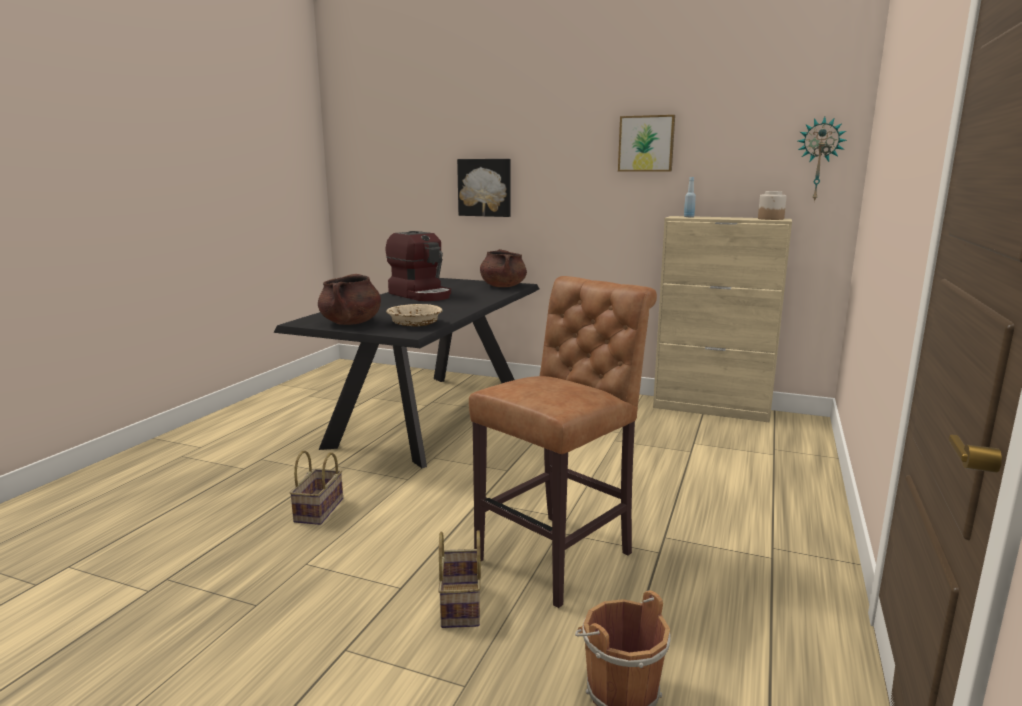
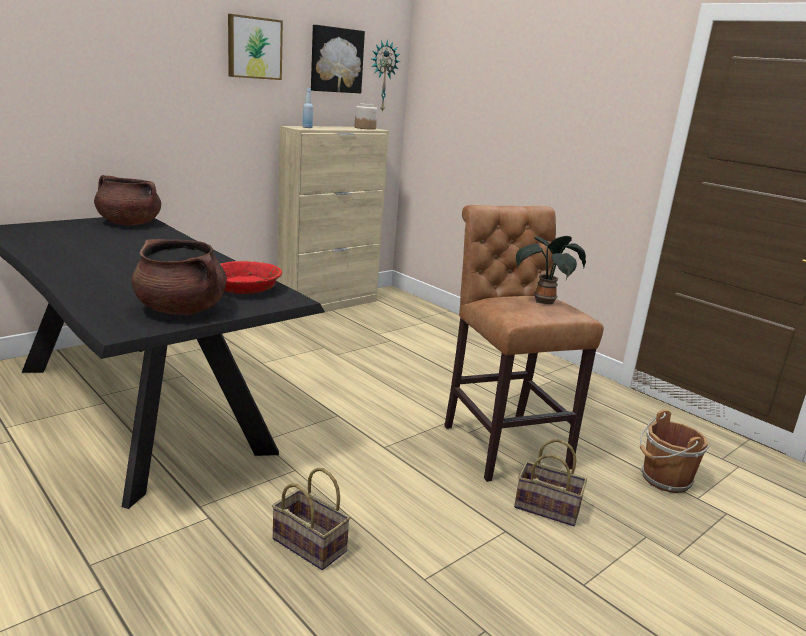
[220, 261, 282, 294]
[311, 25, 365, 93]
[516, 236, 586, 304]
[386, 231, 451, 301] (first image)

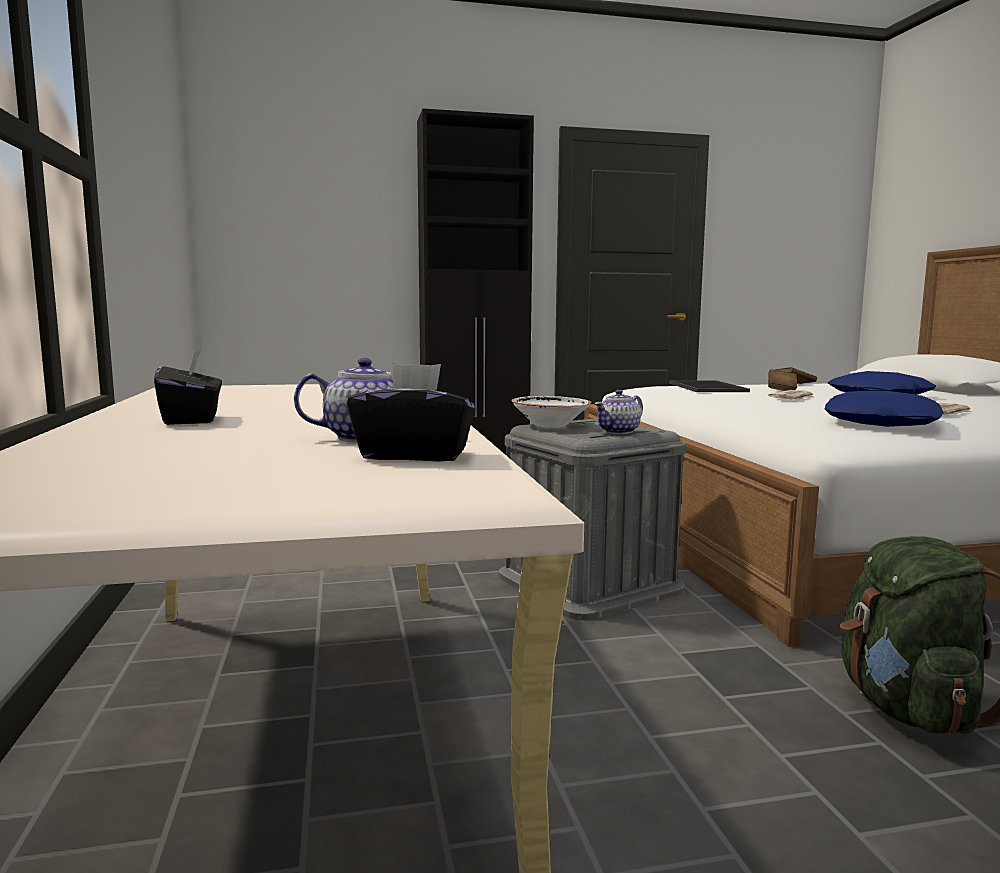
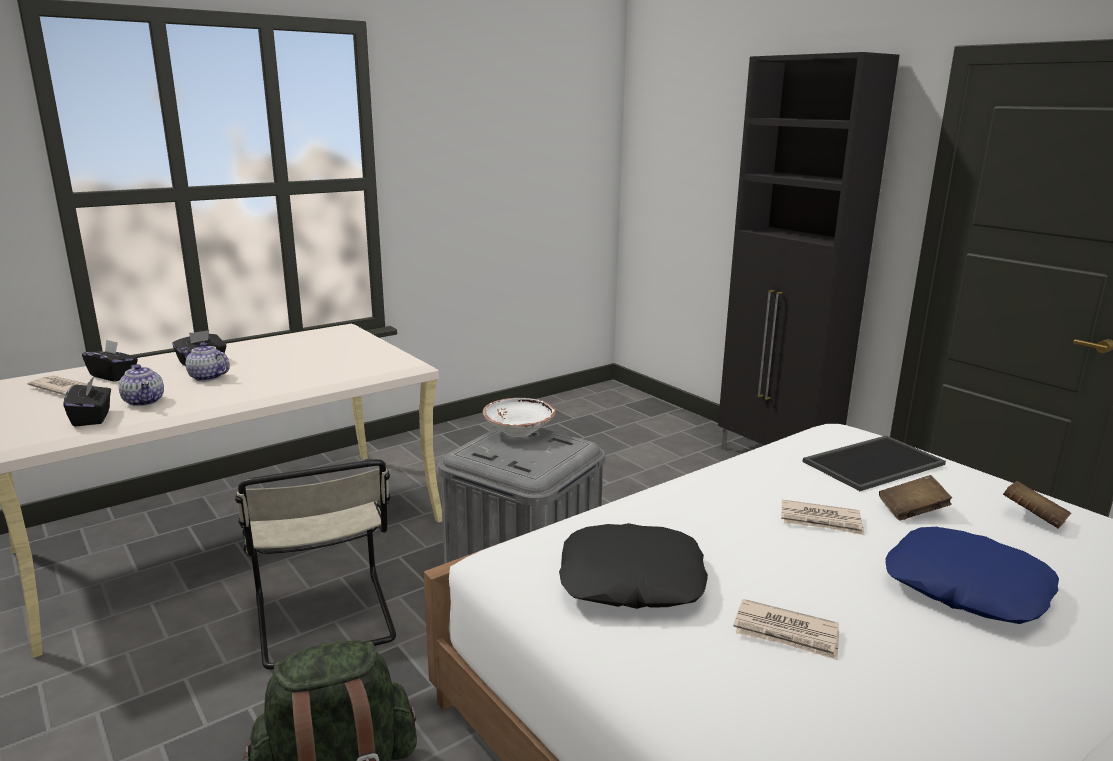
[27, 375, 95, 395]
[82, 339, 138, 382]
[181, 342, 230, 381]
[235, 459, 396, 670]
[559, 523, 708, 609]

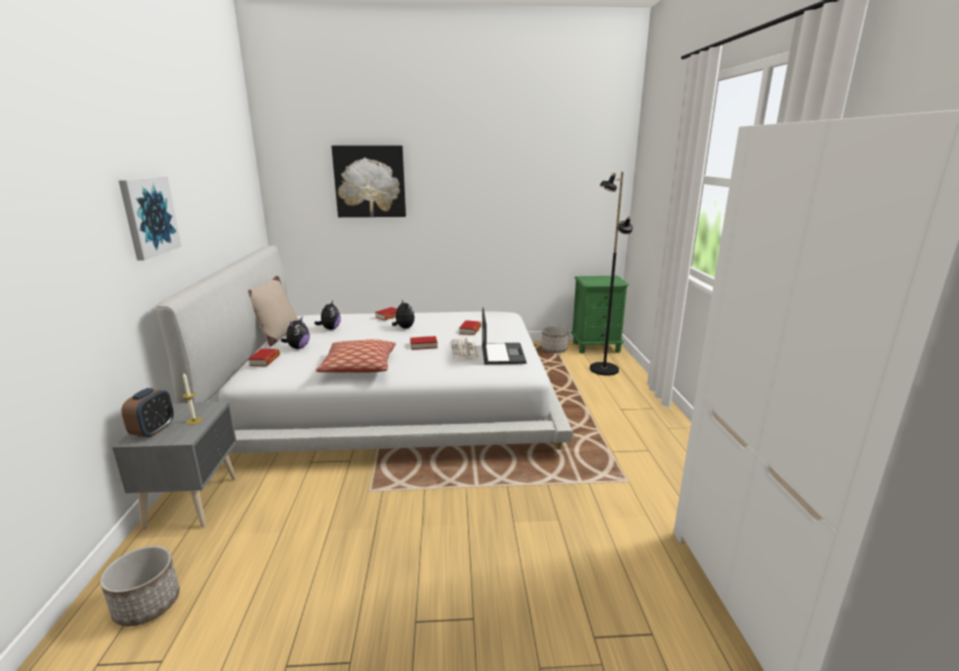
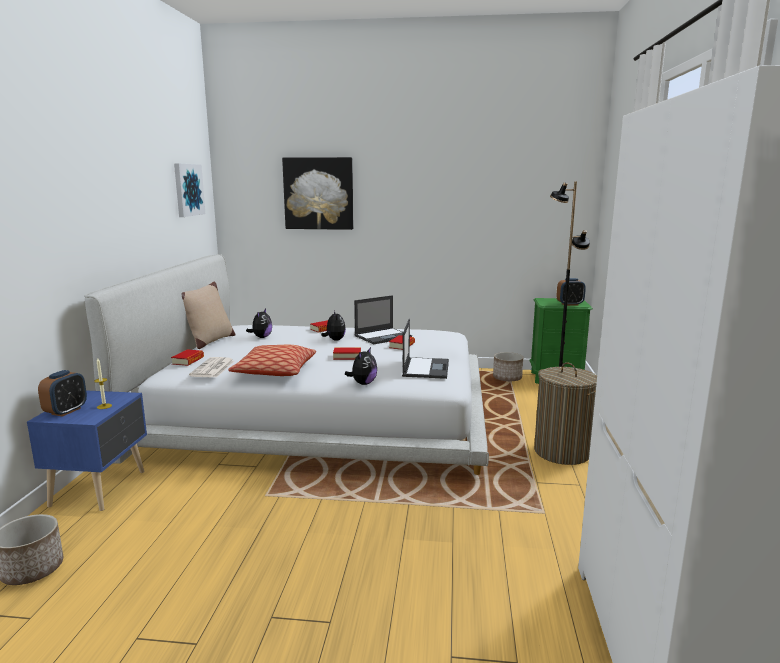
[27, 390, 147, 511]
[174, 163, 205, 217]
[189, 357, 234, 378]
[345, 347, 377, 385]
[354, 295, 412, 344]
[534, 362, 597, 465]
[556, 278, 586, 306]

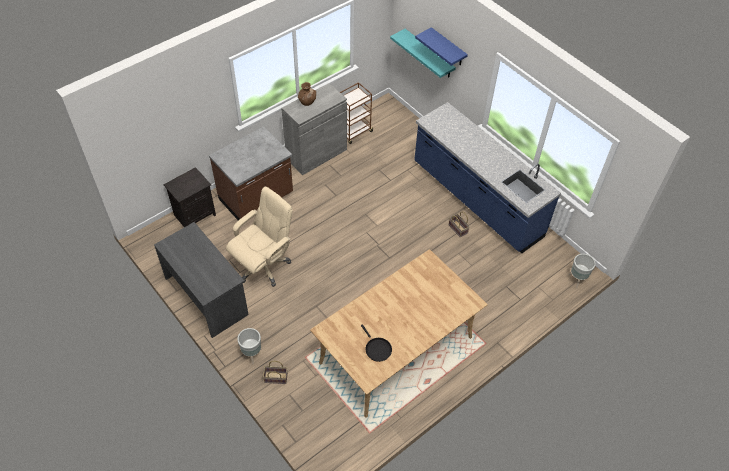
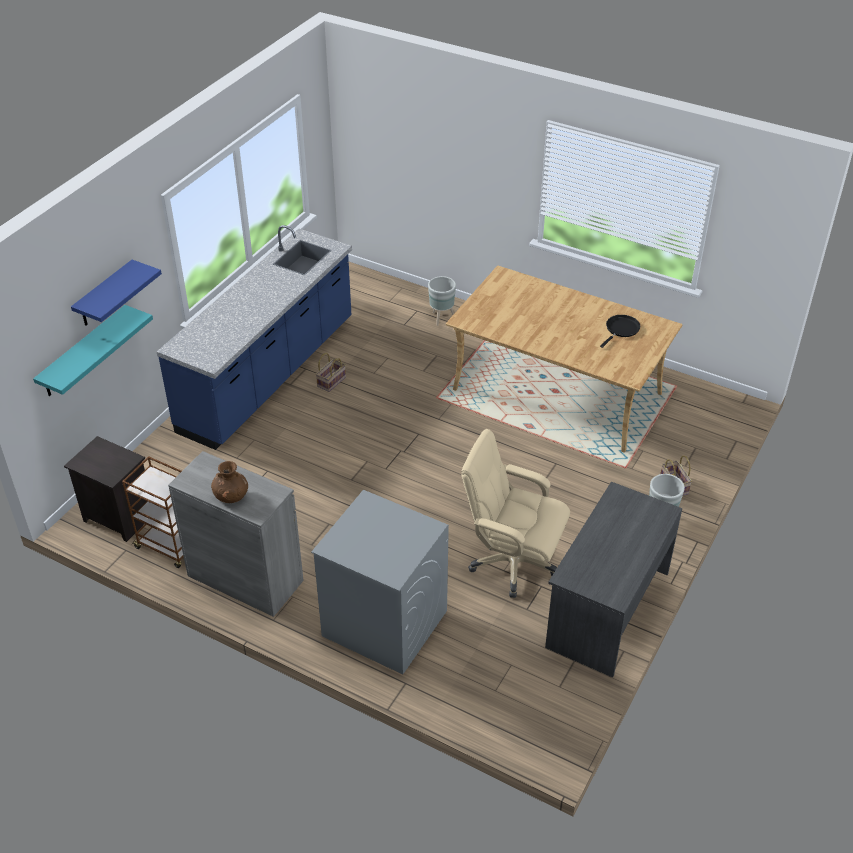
[64, 436, 146, 542]
[311, 490, 449, 674]
[428, 276, 456, 326]

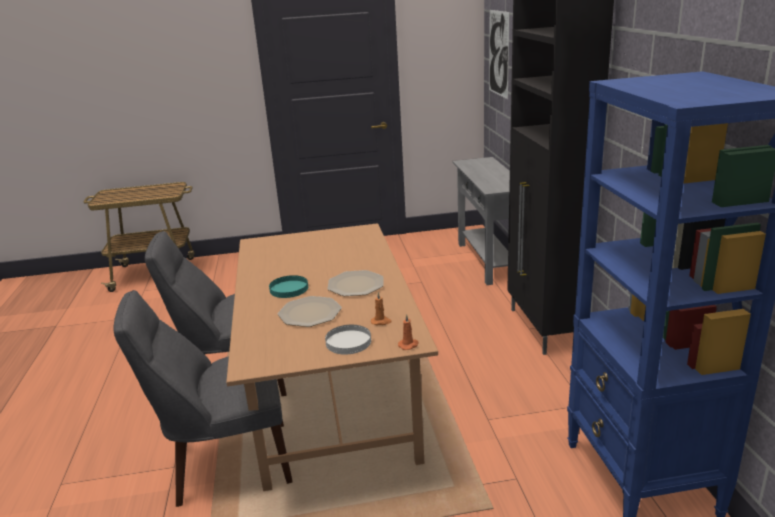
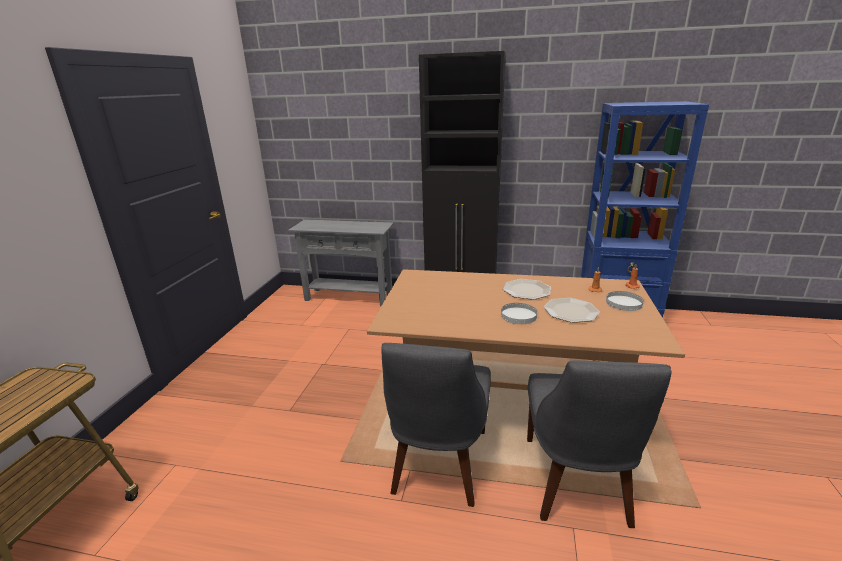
[501, 303, 537, 324]
[489, 10, 509, 99] (first image)

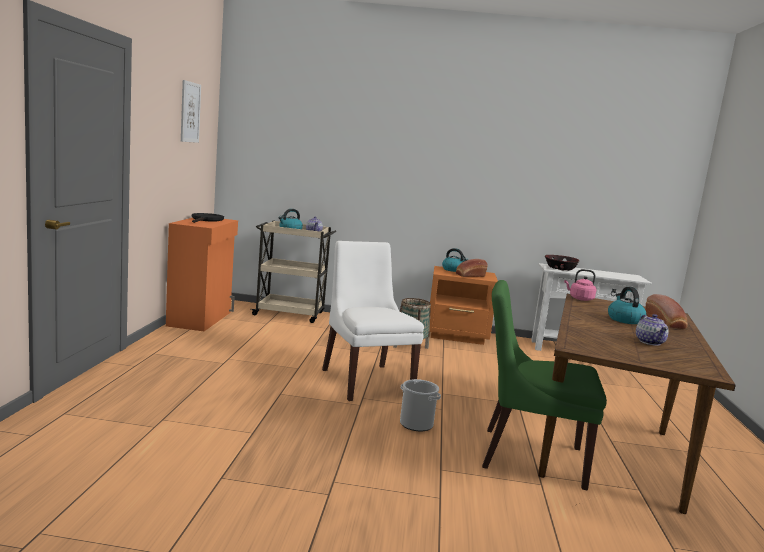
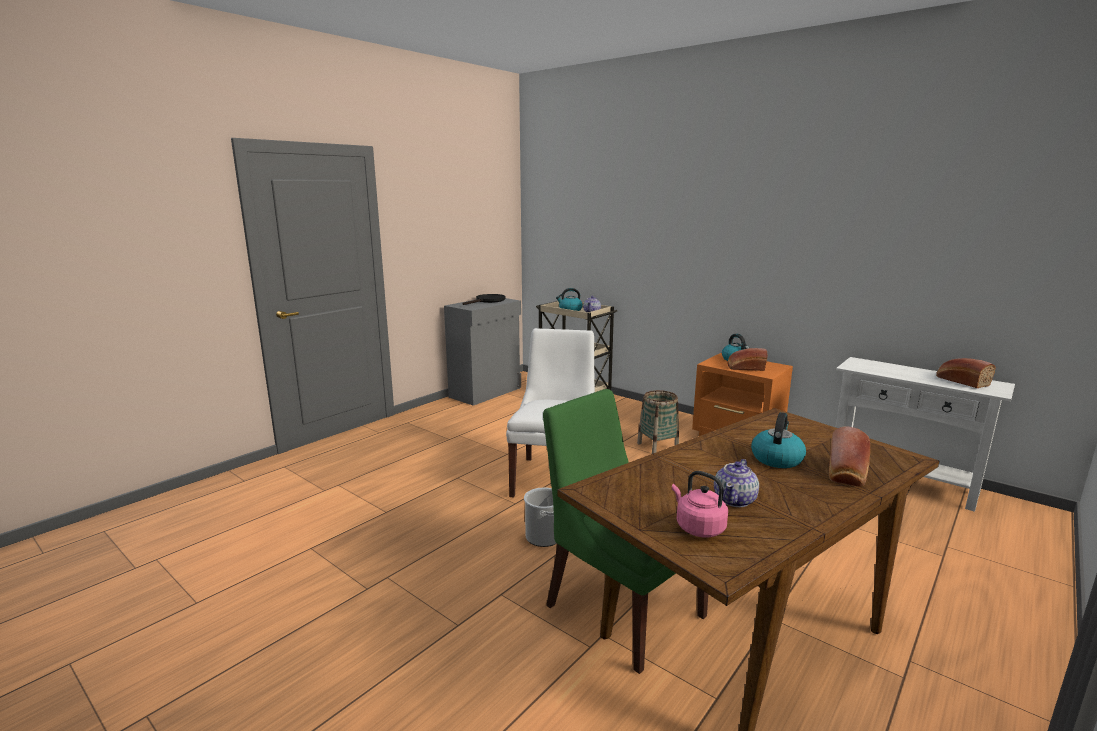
[444, 298, 521, 406]
[672, 471, 728, 537]
[936, 358, 996, 388]
[181, 80, 201, 143] (first image)
[545, 255, 579, 271] (first image)

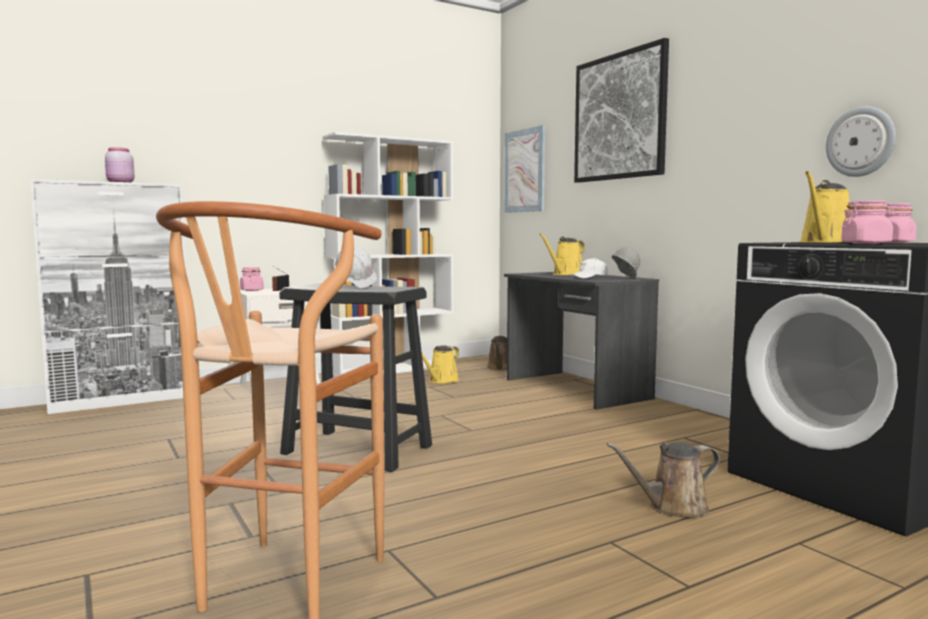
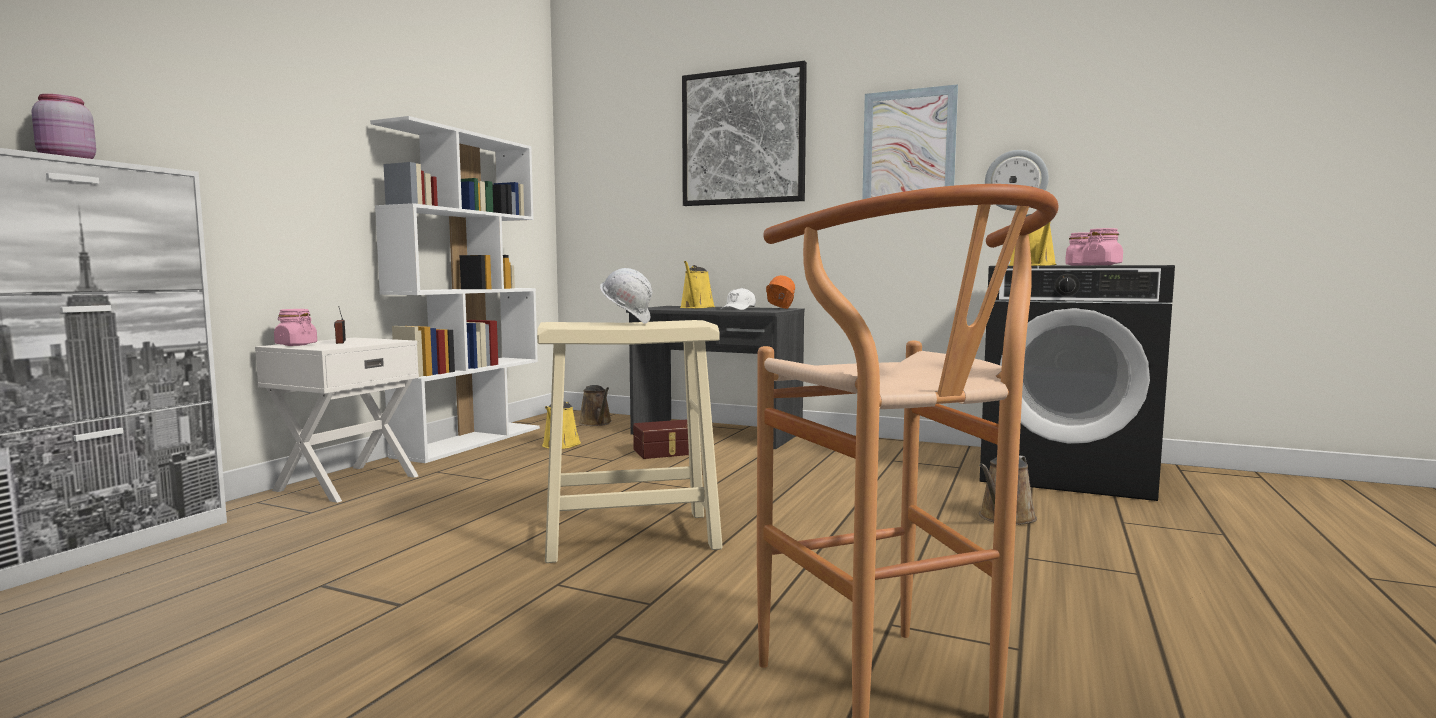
[537, 320, 723, 563]
[633, 419, 689, 459]
[766, 275, 795, 309]
[862, 84, 958, 199]

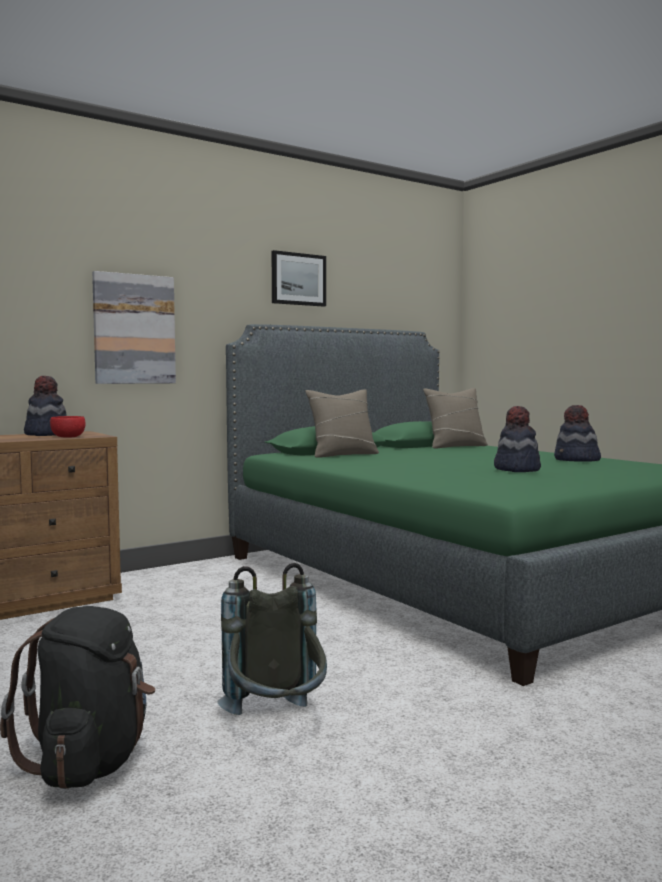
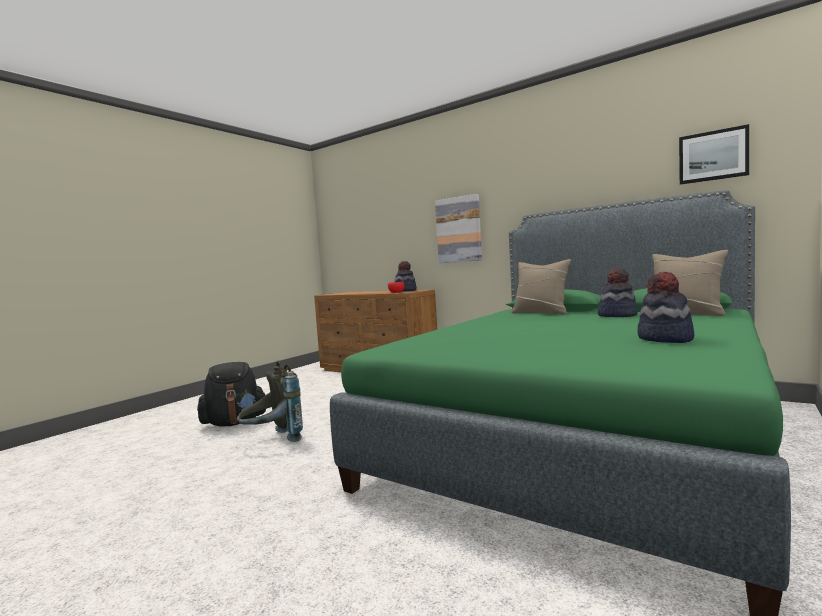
[598, 269, 638, 317]
[679, 124, 749, 185]

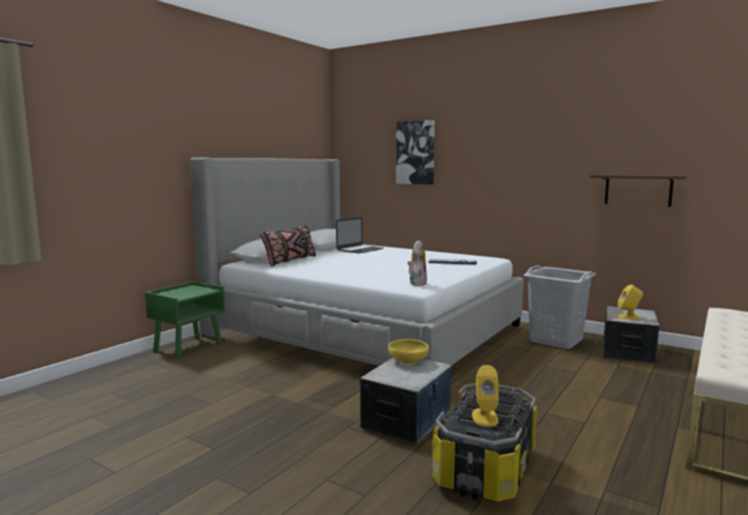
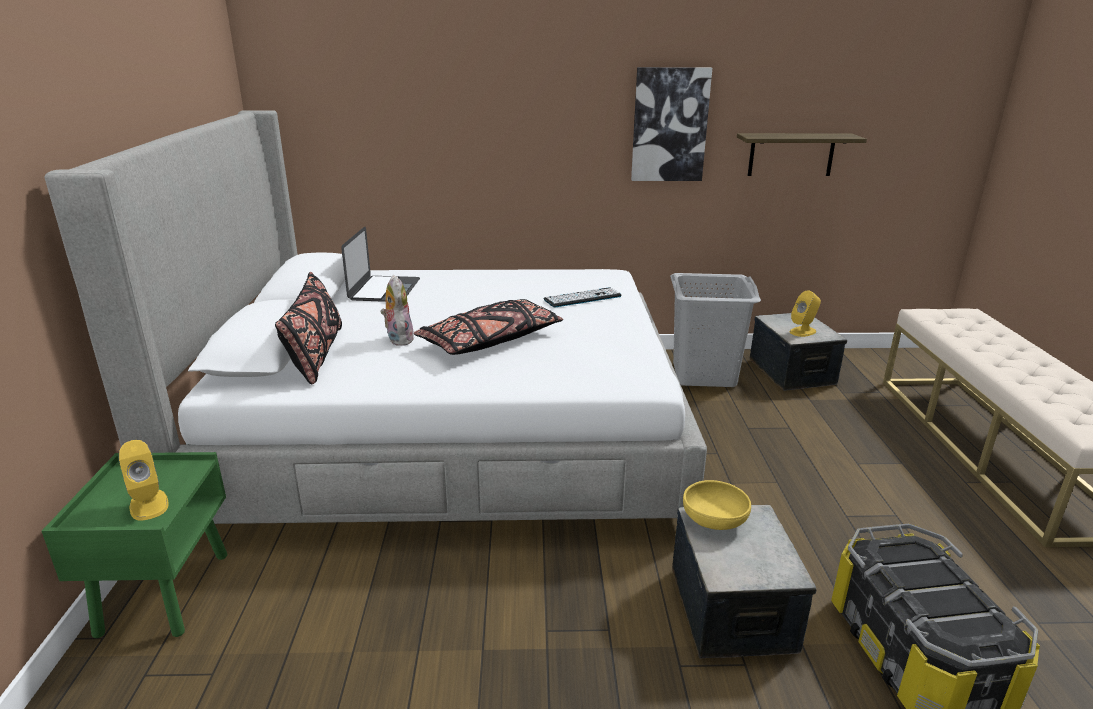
[119, 440, 169, 520]
[381, 275, 414, 346]
[414, 299, 563, 355]
[631, 67, 712, 181]

